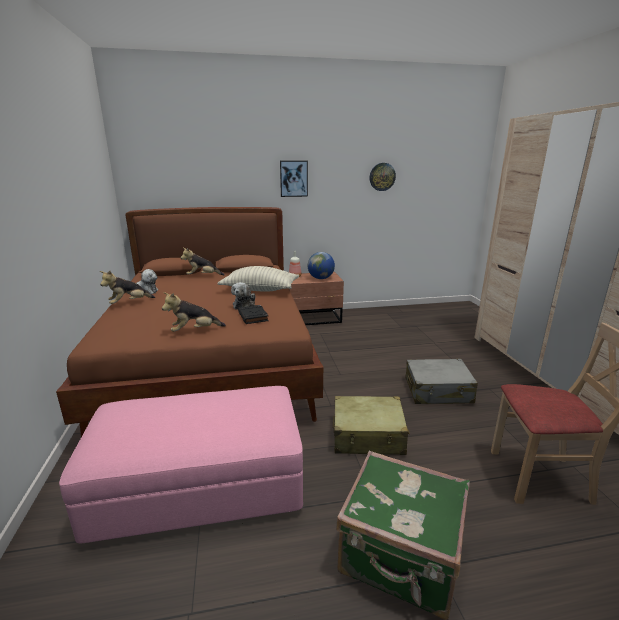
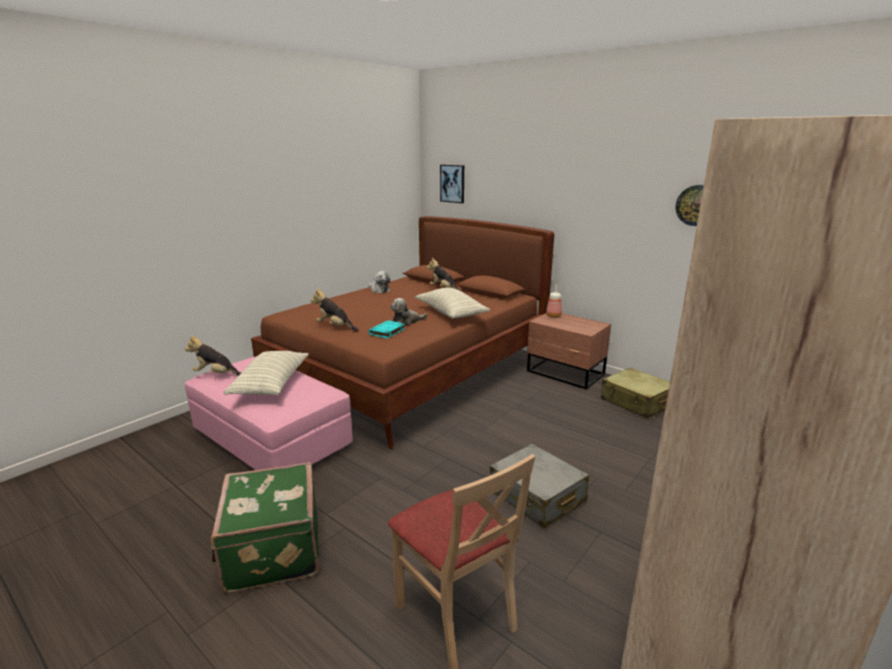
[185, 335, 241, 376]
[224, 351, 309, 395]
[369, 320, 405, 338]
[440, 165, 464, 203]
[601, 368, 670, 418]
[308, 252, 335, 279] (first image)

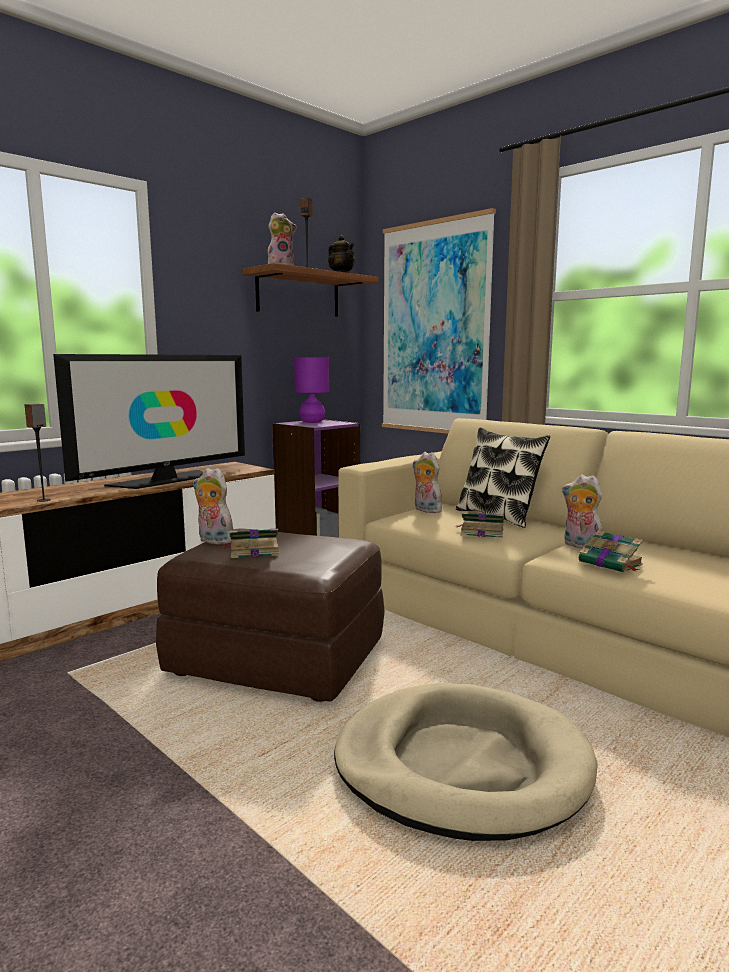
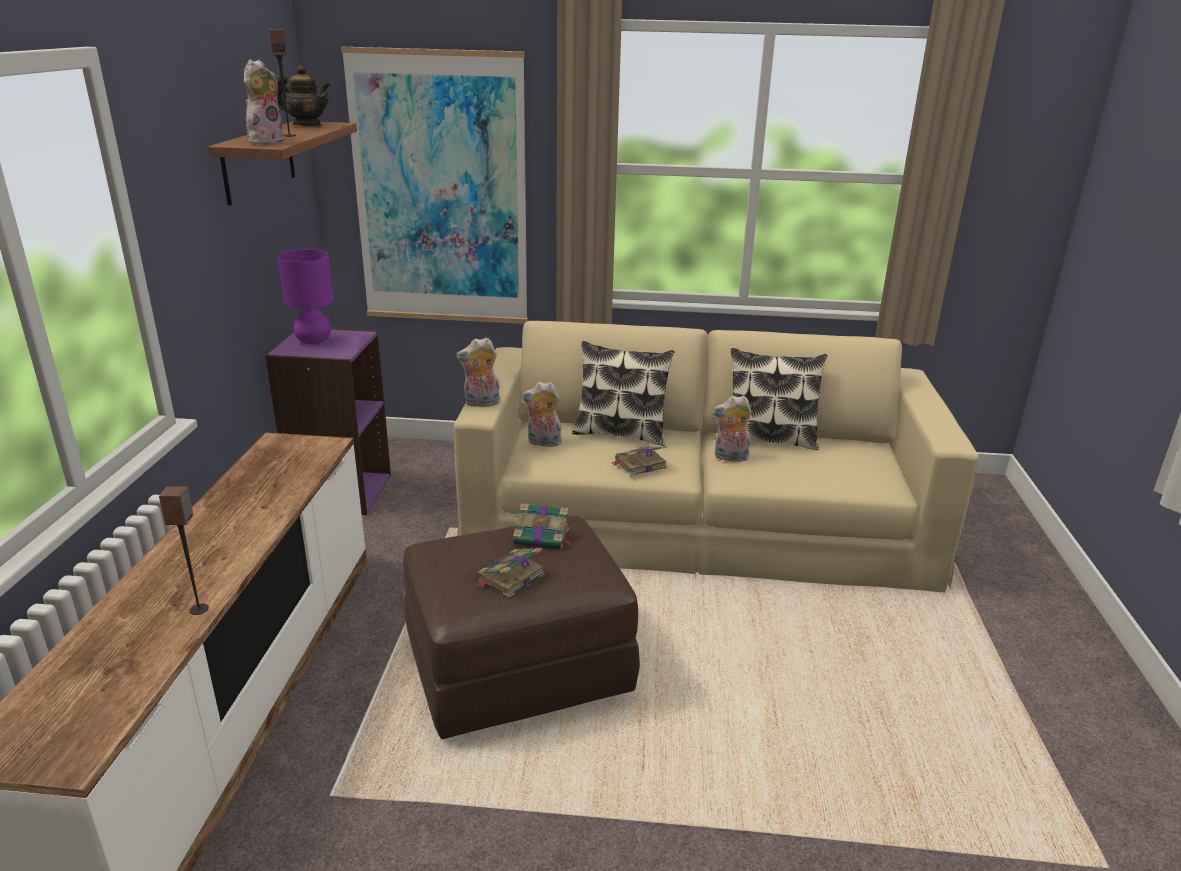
[456, 337, 500, 408]
[513, 503, 574, 550]
[731, 348, 827, 450]
[53, 354, 245, 489] (first image)
[334, 683, 598, 841] (first image)

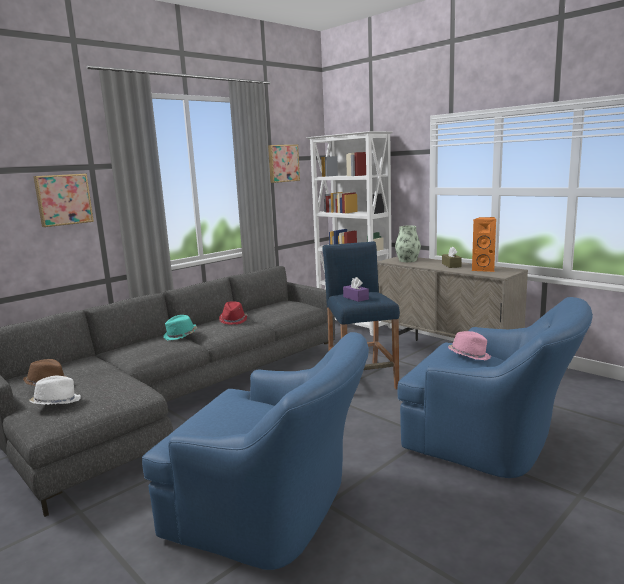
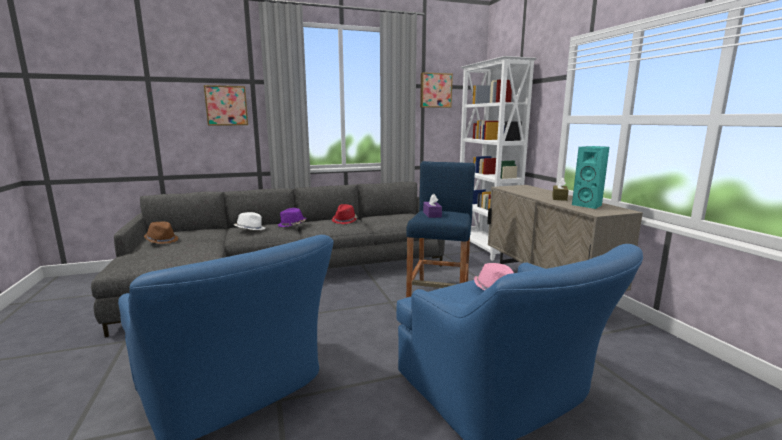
[234, 212, 265, 230]
[278, 208, 306, 227]
[572, 146, 609, 209]
[395, 226, 421, 262] (first image)

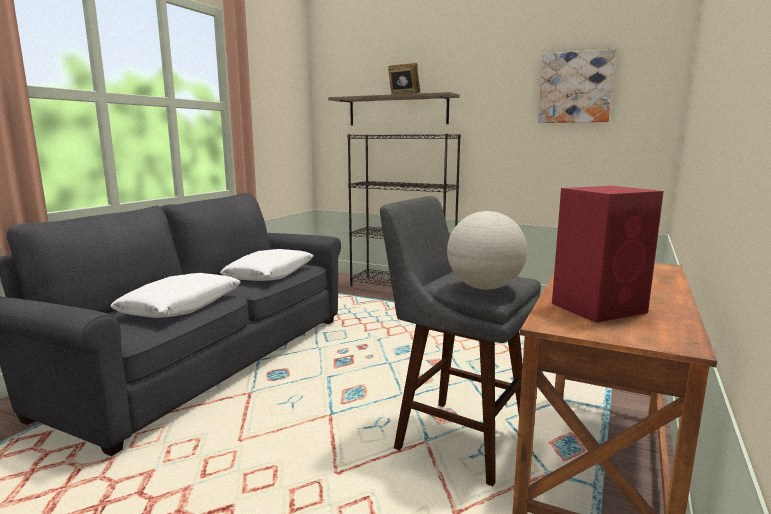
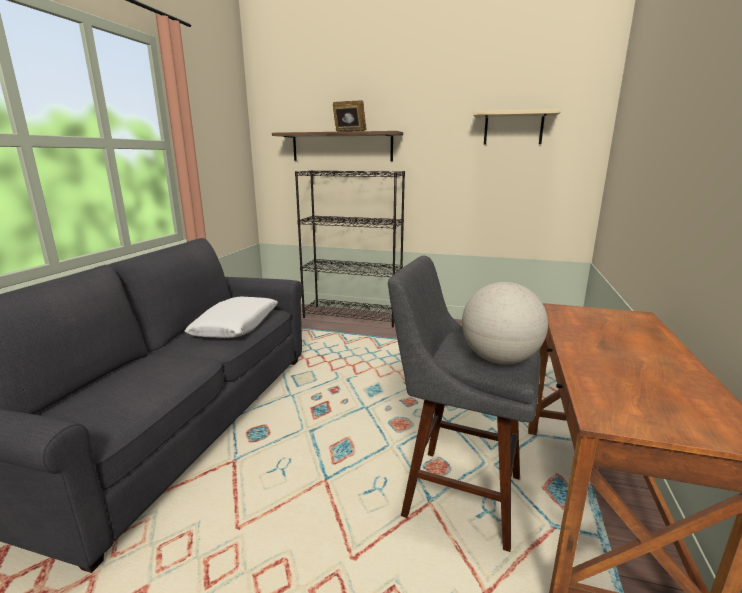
[473, 109, 561, 145]
[110, 273, 241, 318] (first image)
[552, 186, 664, 323] (first image)

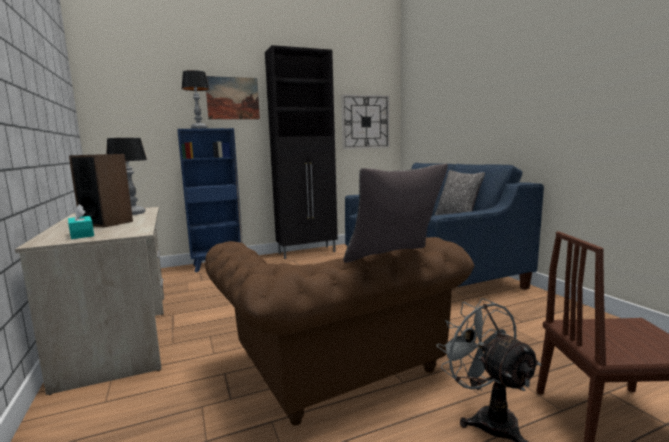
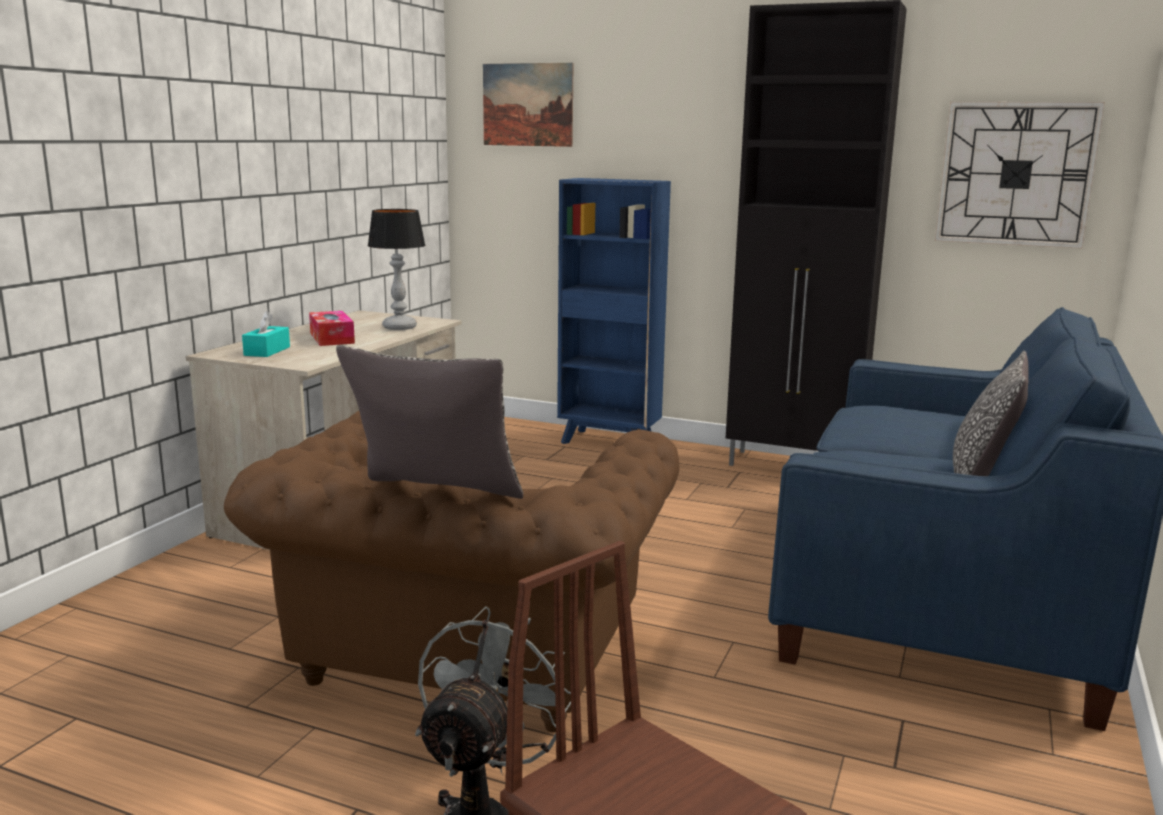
[309, 311, 355, 346]
[483, 63, 574, 147]
[182, 70, 209, 129] (first image)

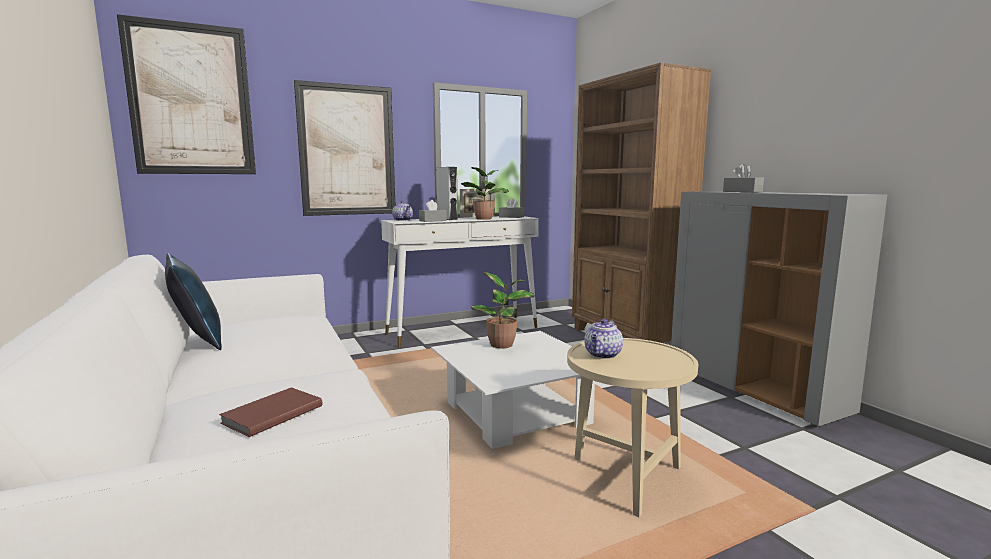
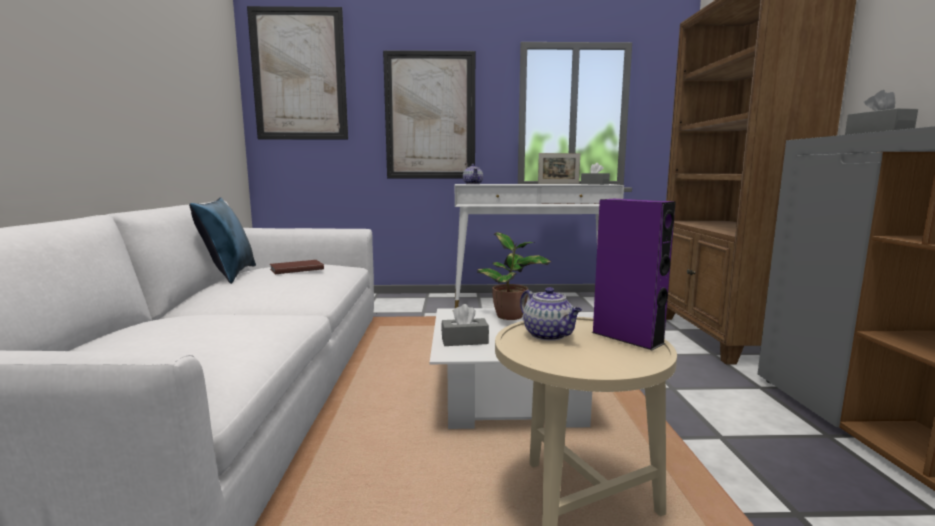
[270, 260, 324, 274]
[441, 304, 489, 346]
[520, 287, 582, 341]
[591, 199, 676, 350]
[436, 167, 458, 220] (first image)
[461, 167, 509, 220] (first image)

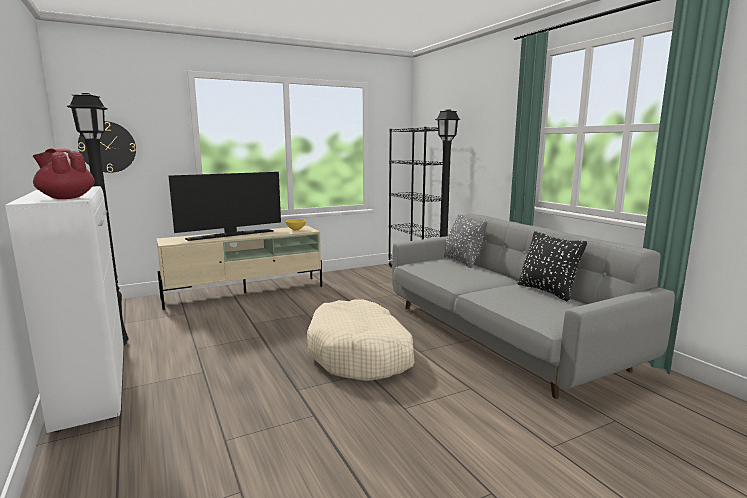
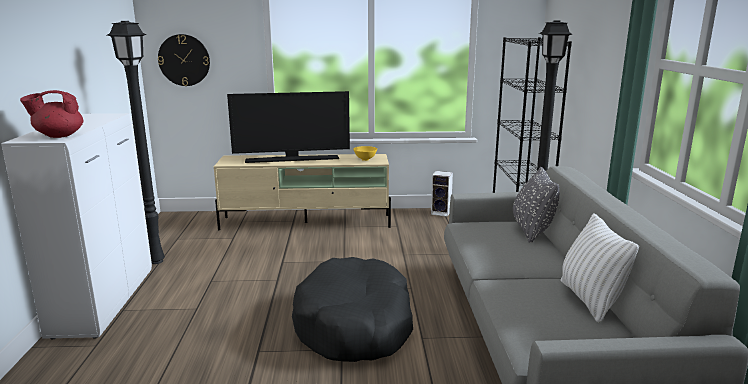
[20, 90, 83, 138]
[292, 257, 413, 362]
[431, 171, 453, 217]
[560, 213, 639, 323]

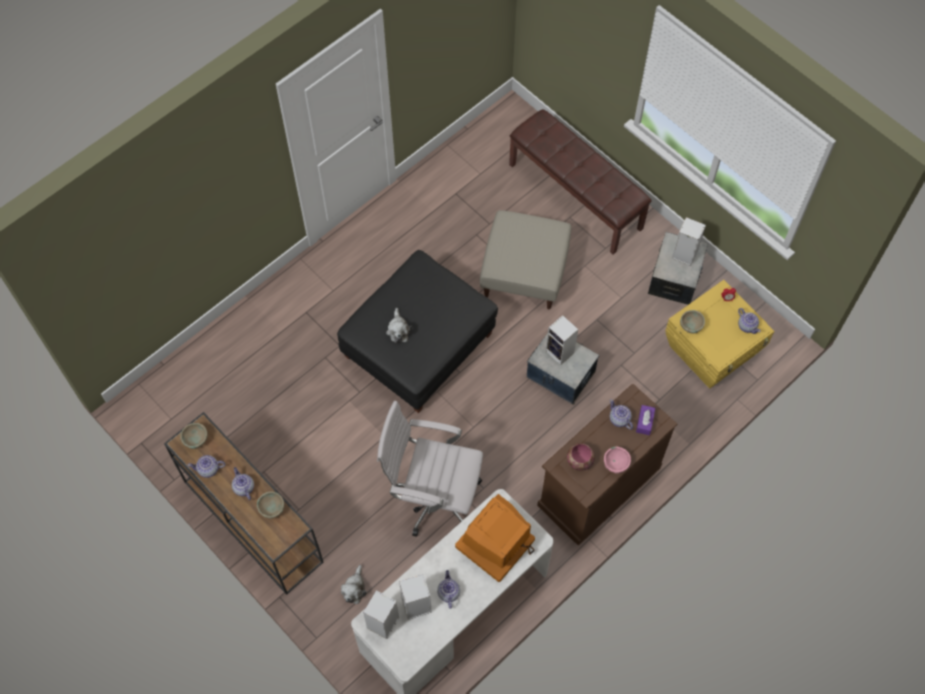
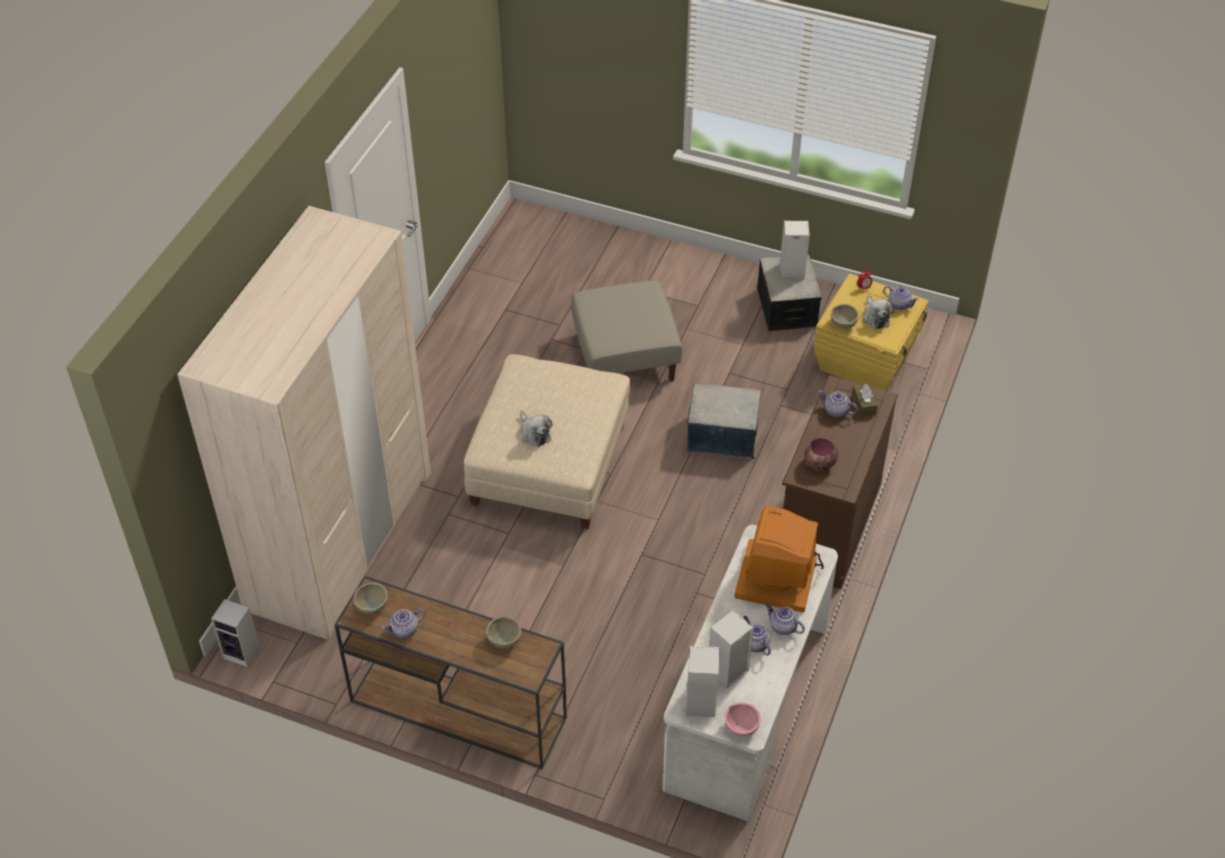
[177, 206, 431, 640]
[211, 599, 260, 667]
[464, 354, 630, 529]
[725, 702, 761, 737]
[765, 603, 805, 635]
[852, 384, 878, 416]
[863, 295, 894, 329]
[377, 401, 483, 537] (first image)
[509, 109, 652, 255] (first image)

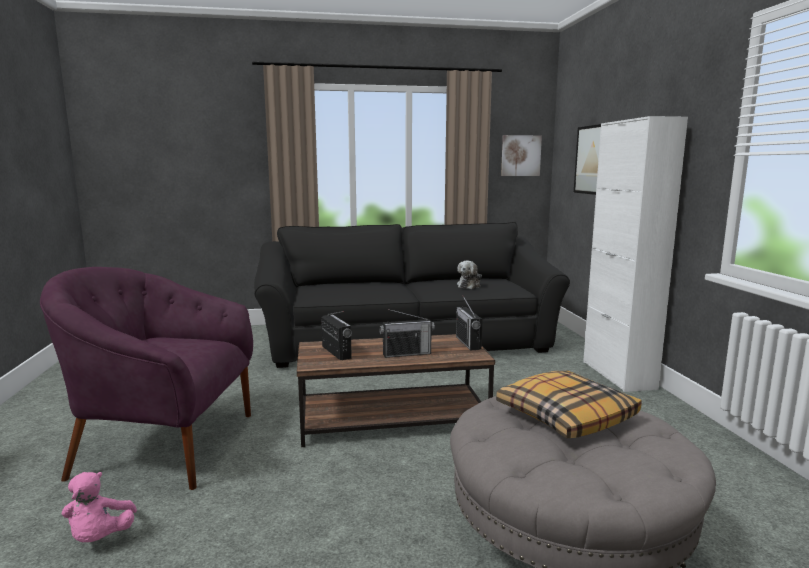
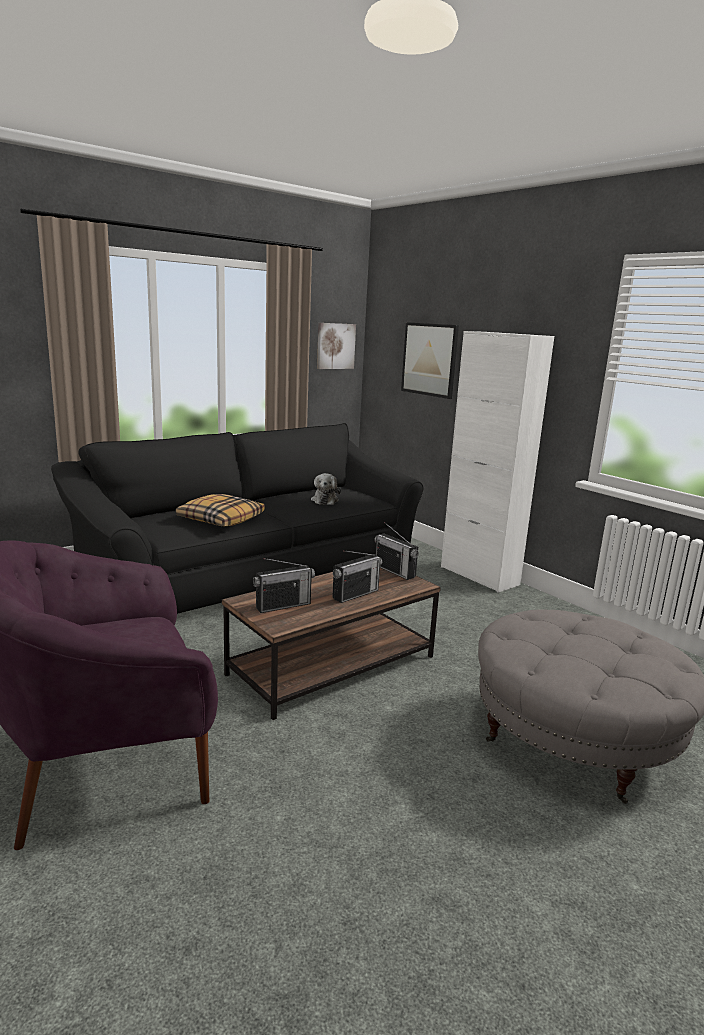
[176, 494, 264, 526]
[253, 558, 315, 613]
[61, 472, 137, 542] (first image)

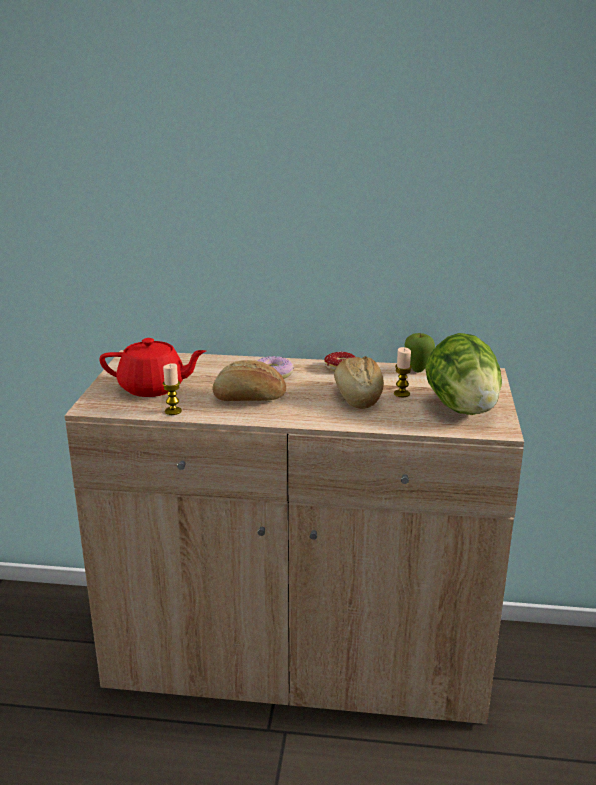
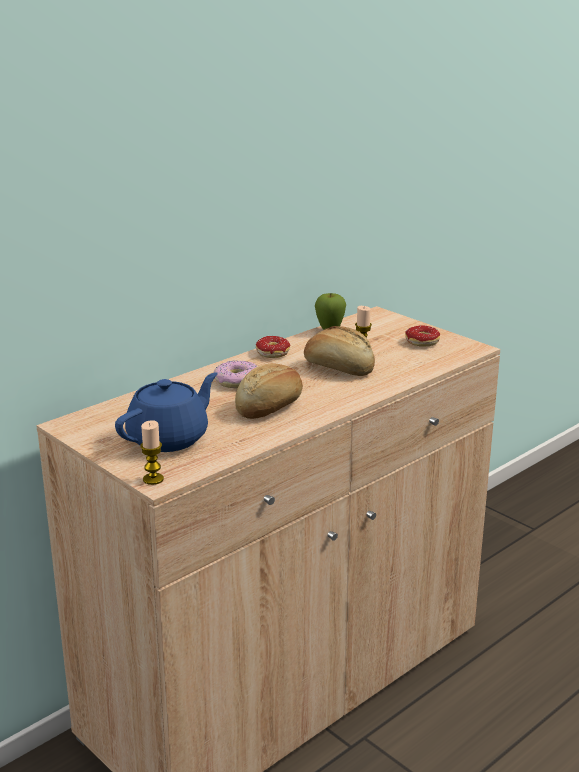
[115, 372, 218, 452]
[140, 420, 164, 485]
[405, 325, 440, 347]

